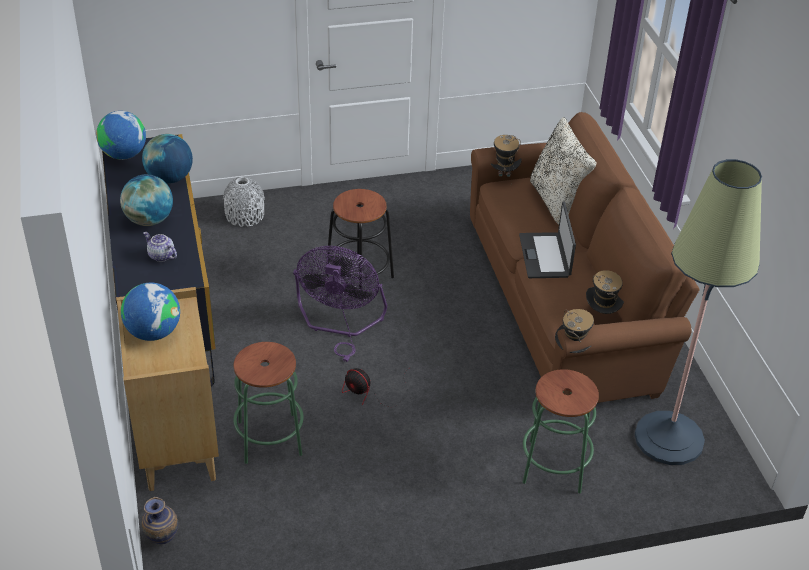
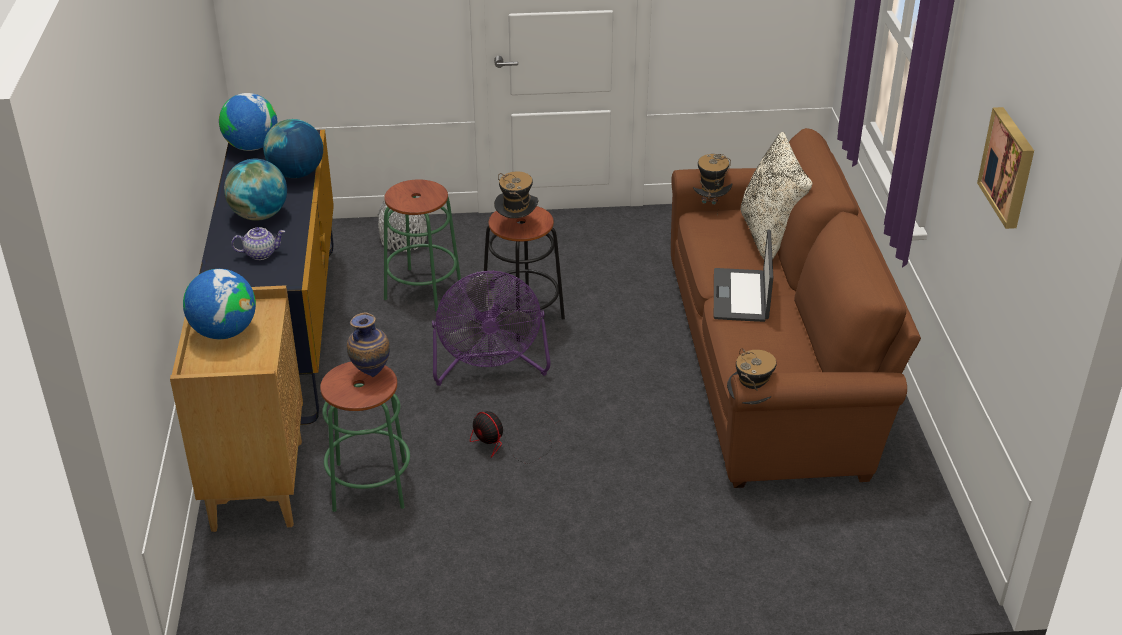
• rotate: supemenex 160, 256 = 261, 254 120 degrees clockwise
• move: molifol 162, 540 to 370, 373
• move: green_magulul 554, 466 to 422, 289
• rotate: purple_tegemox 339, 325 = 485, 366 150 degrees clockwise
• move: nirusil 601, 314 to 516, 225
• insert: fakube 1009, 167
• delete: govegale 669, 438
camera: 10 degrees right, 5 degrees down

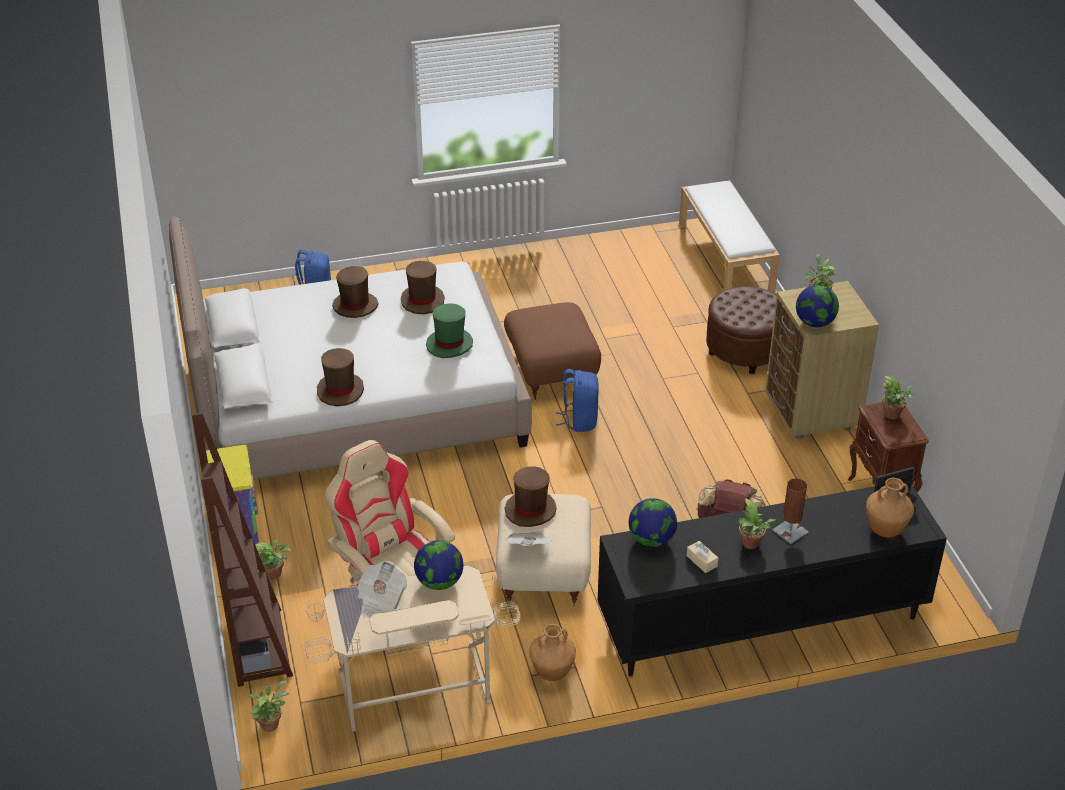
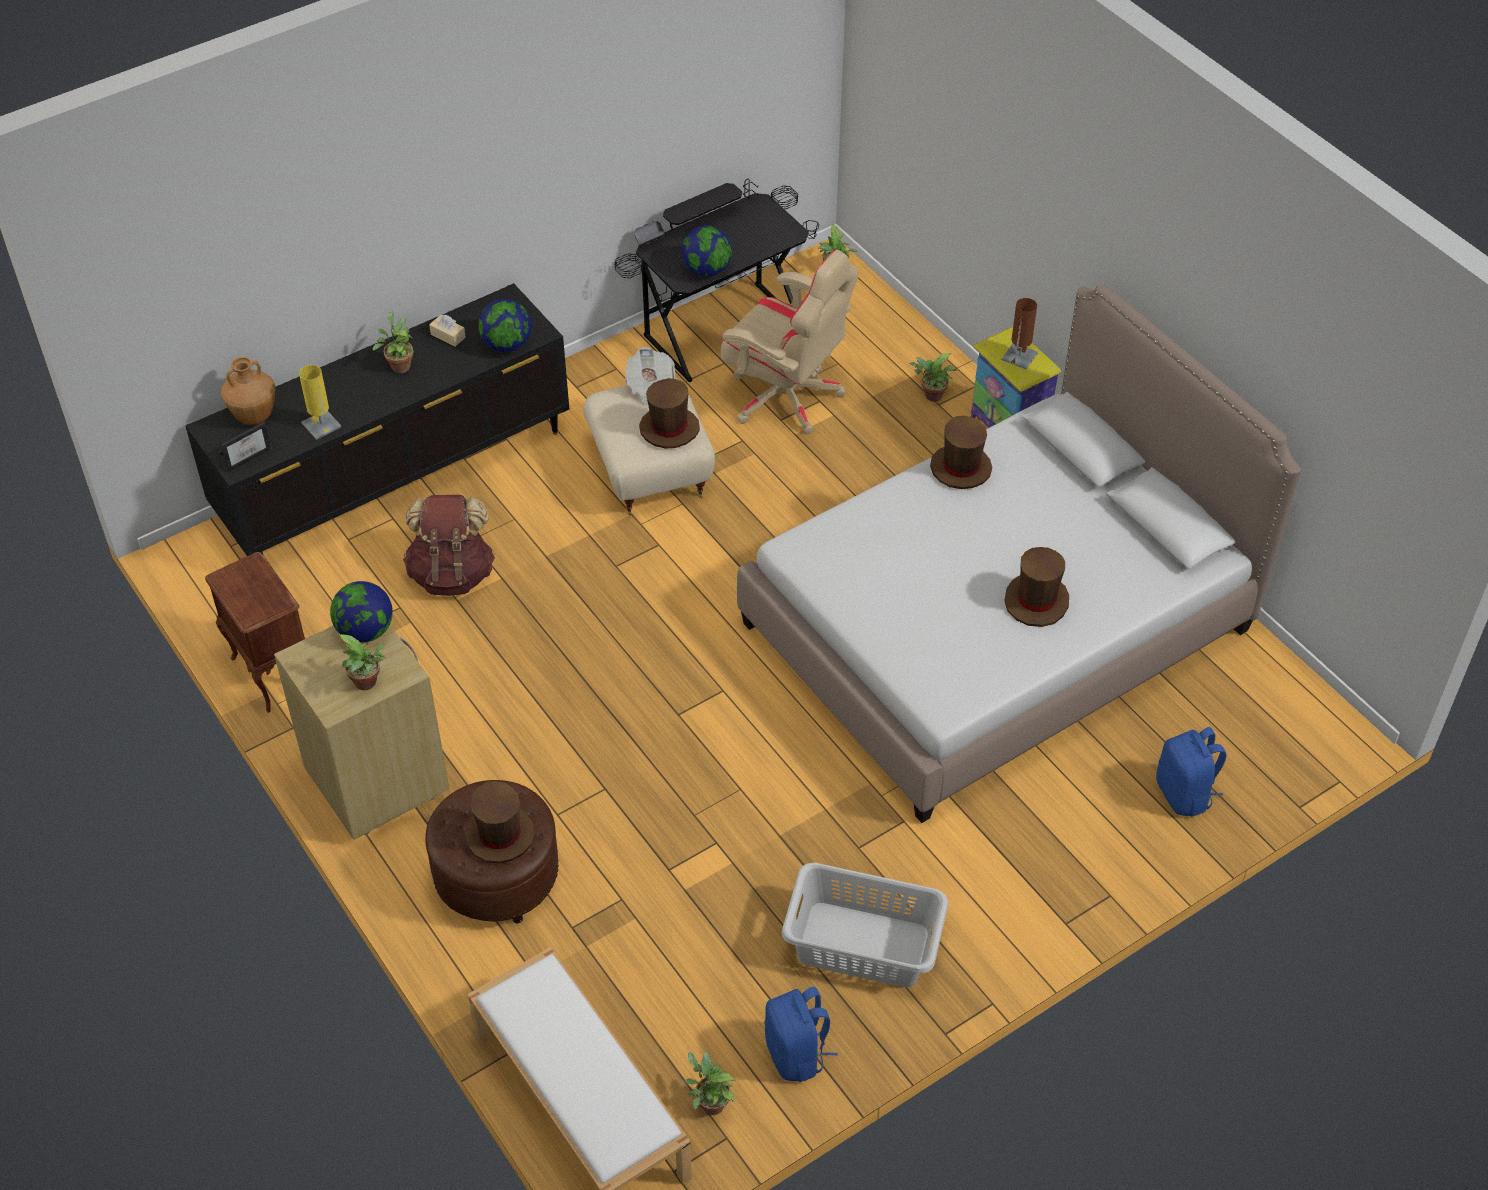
• insert: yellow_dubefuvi 321, 425
• move: brown_nirusil 422, 300 to 499, 835
• recolor: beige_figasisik 414, 690 to black_figasisik 721, 328
• move: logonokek 893, 415 to 710, 1103
• move: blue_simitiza 579, 420 to 797, 1054
• insert: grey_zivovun 863, 946
• move: brown_dubefuvi 790, 531 to 1019, 356
• delete: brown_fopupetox 259, 647
• delete: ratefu 380, 600
• delete: green_nirusil 449, 344
• delete: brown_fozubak 550, 372
• delete: brown_molifol 551, 673
camera: 160 degrees right, 10 degrees up

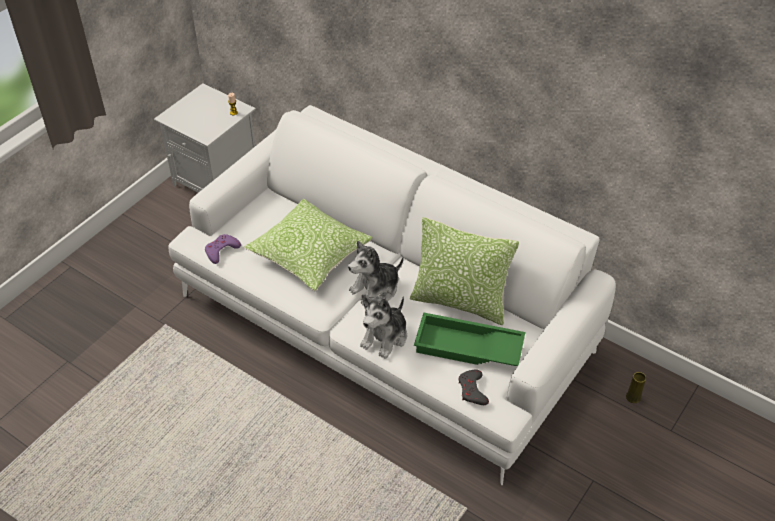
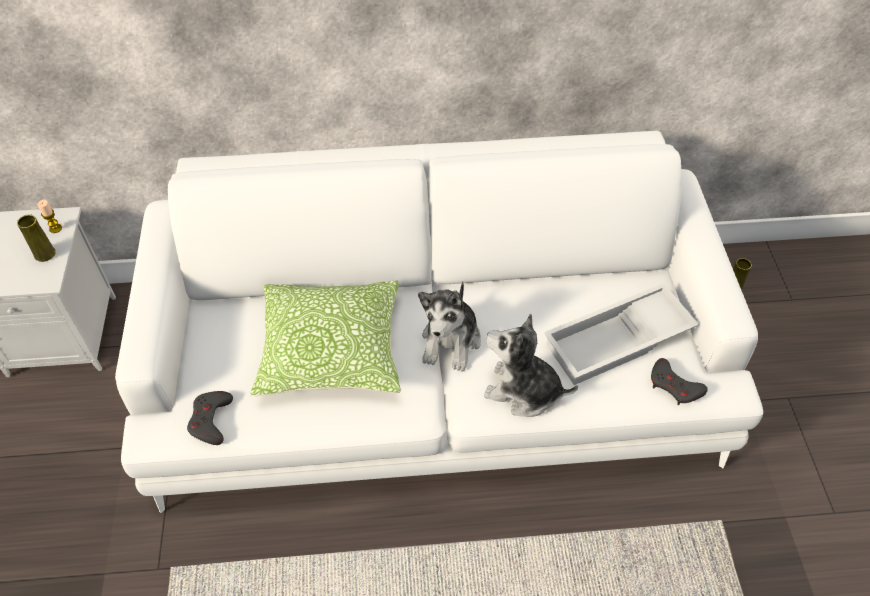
• insert: yellow_molifol 45, 254
• recolor: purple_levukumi 221, 250 to grey_levukumi 211, 420
• rotate: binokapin 385, 337 = 523, 391 120 degrees clockwise
• recolor: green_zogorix 467, 348 to white_zogorix 618, 342
• delete: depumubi 460, 302
camera: 40 degrees left, 5 degrees up

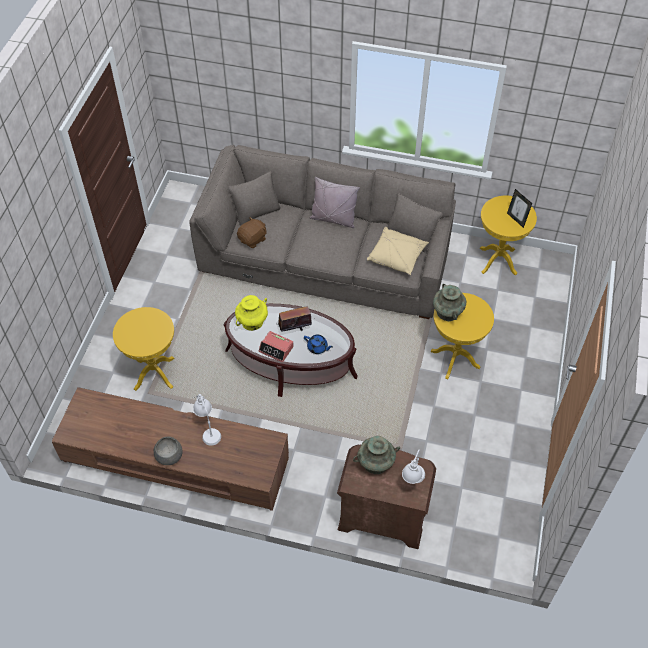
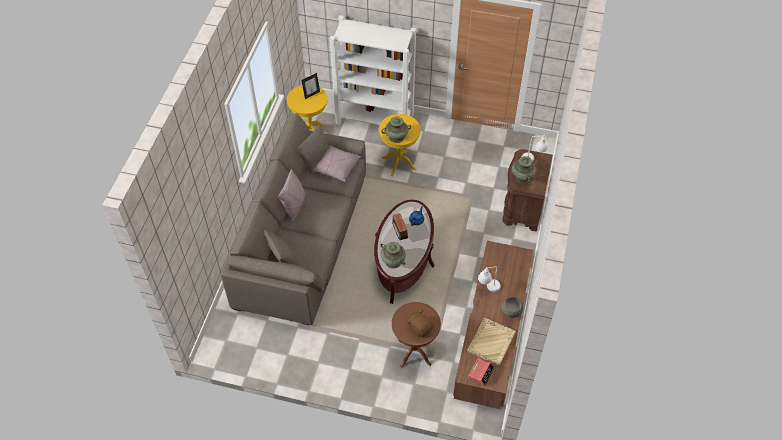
• recolor: beige_depumubi 397, 256 to purple_depumubi 337, 167
• insert: white_fopupetox 375, 118
• recolor: yellow_molifol 252, 321 to turquoise_molifol 392, 261
• recolor: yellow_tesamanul 154, 373 to brown_tesamanul 414, 352
• move: brown_binokapin 253, 239 to 420, 328
• insert: beige_zogorix 491, 341
• move: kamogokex 276, 349 to 481, 373
camera: 90 degrees left, 0 degrees up

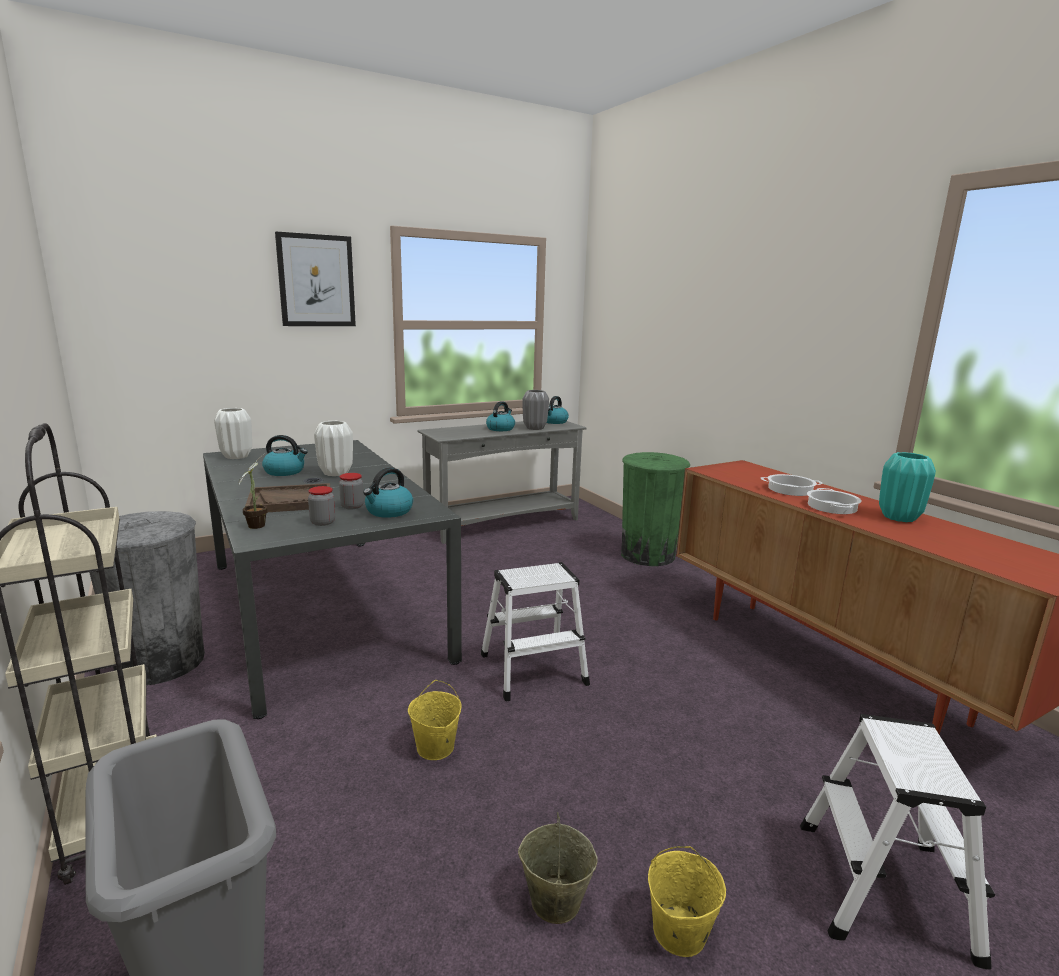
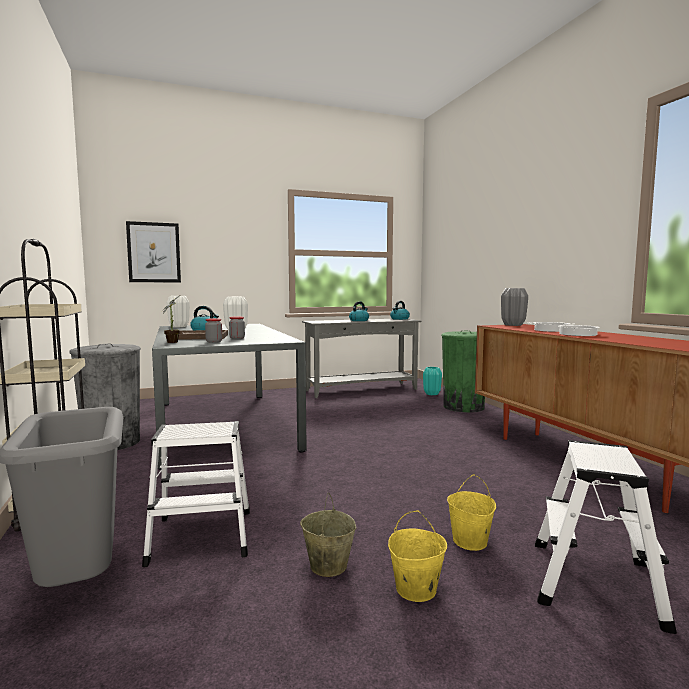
• move: fakube 316, 281 to 154, 252
• move: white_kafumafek 533, 668 to 202, 535
• move: turquoise_molifol 898, 517 to 431, 394
• move: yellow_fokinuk 435, 748 to 470, 541
• move: grey_molifol 535, 428 to 513, 325
• delete: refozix 388, 511
camera: 10 degrees right, 10 degrees down

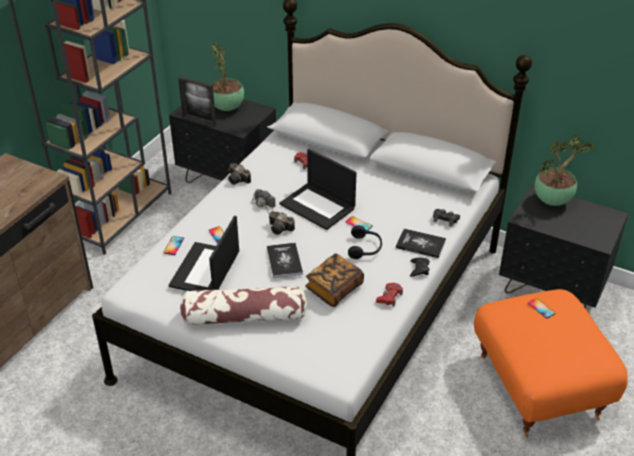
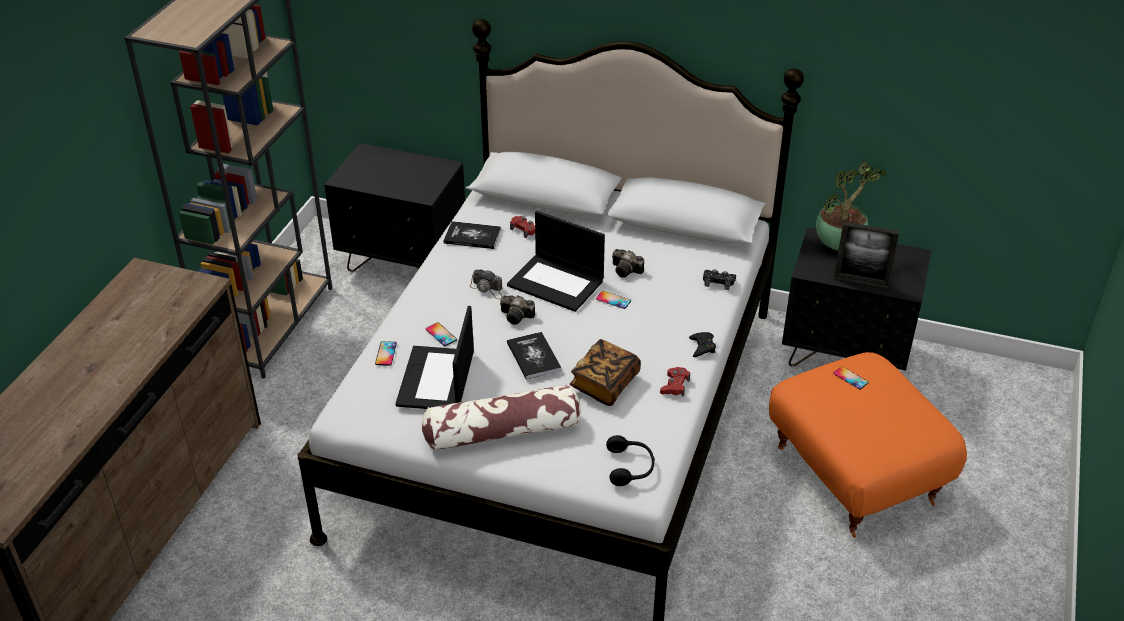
• move: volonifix 420, 244 to 472, 236
• move: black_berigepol 365, 248 to 630, 467
• move: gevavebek 239, 180 to 627, 271
• move: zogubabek 199, 121 to 860, 282
• delete: logonokek 227, 108
camera: 10 degrees left, 0 degrees up

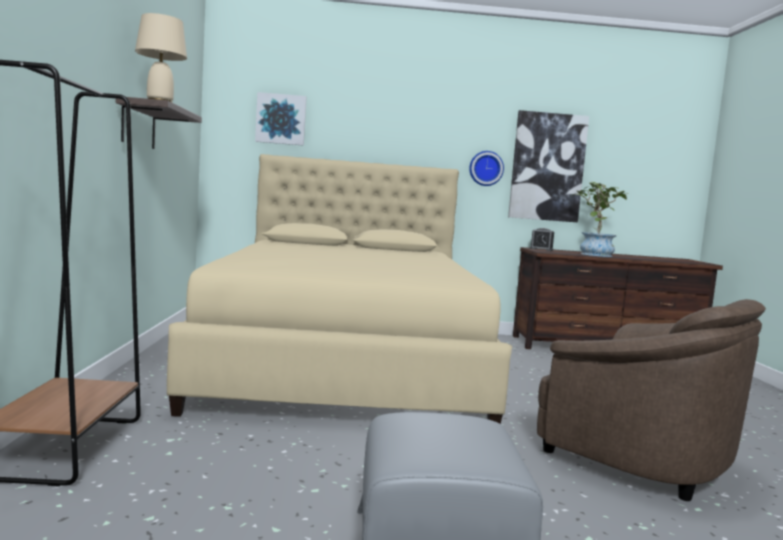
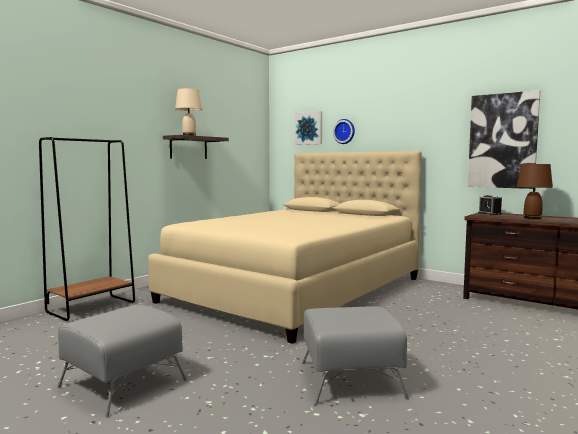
• replace: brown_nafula 636, 460 to grey_fozubak 349, 379
• move: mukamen 486, 168 to 344, 131
• replace: logonokek 594, 254 to brown_dubefuvi 532, 218
camera: 40 degrees right, 0 degrees up

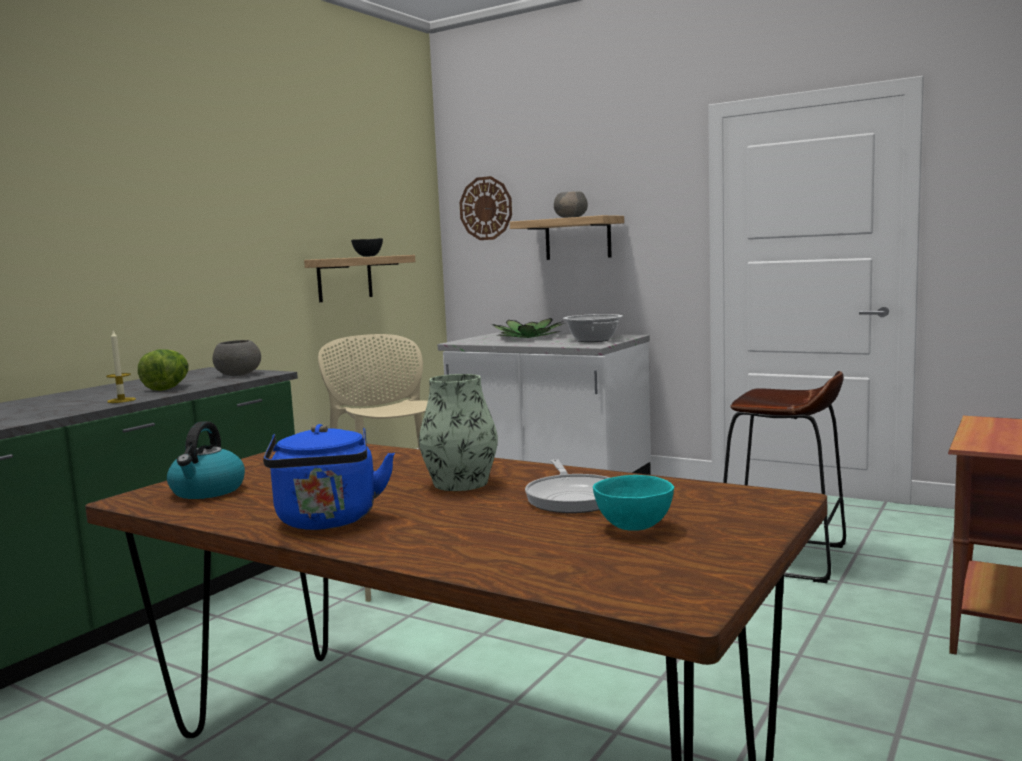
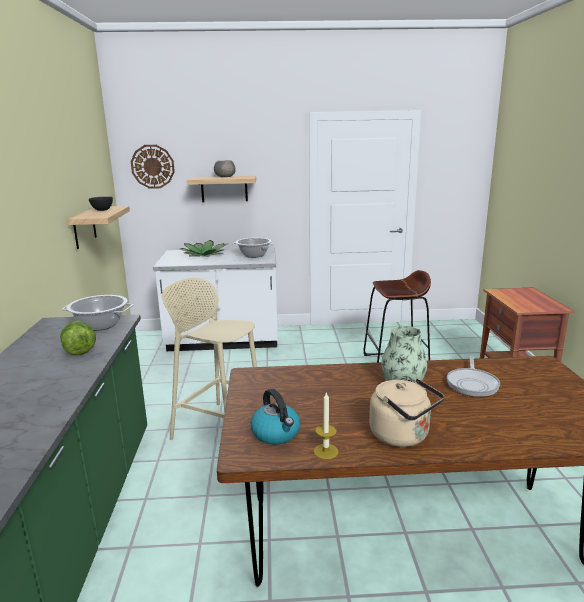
• replace: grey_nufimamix 237, 375 to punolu 100, 325
• move: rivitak 121, 400 to 325, 451
• recolor: blue_refozix 327, 521 to beige_refozix 402, 436
• rotate: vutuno 573, 498 = 472, 384 60 degrees clockwise
• delete: turquoise_nufimamix 635, 527
camera: 35 degrees left, 10 degrees up

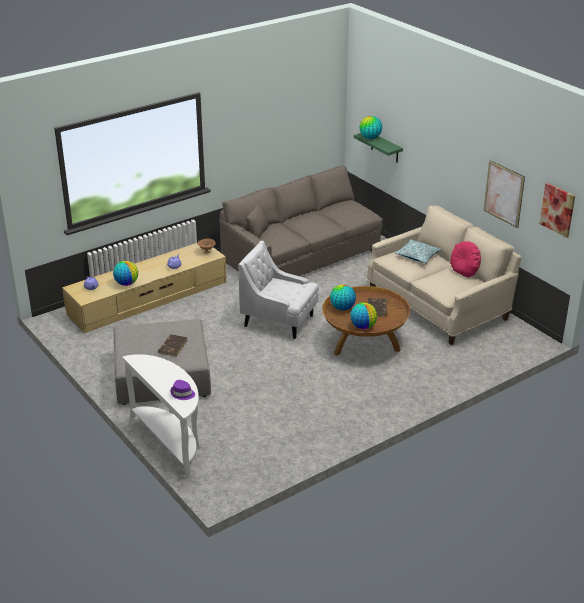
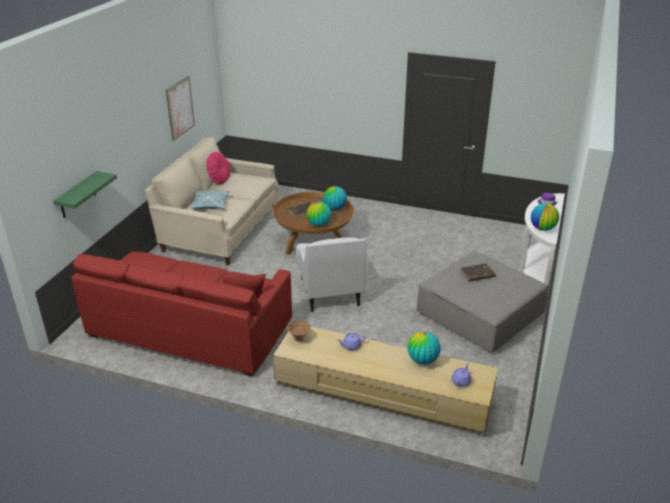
• recolor: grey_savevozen 302, 255 to red_savevozen 190, 328
• move: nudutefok 370, 138 to 542, 228
• delete: fakube 557, 209
camera: 125 degrees left, 0 degrees up

